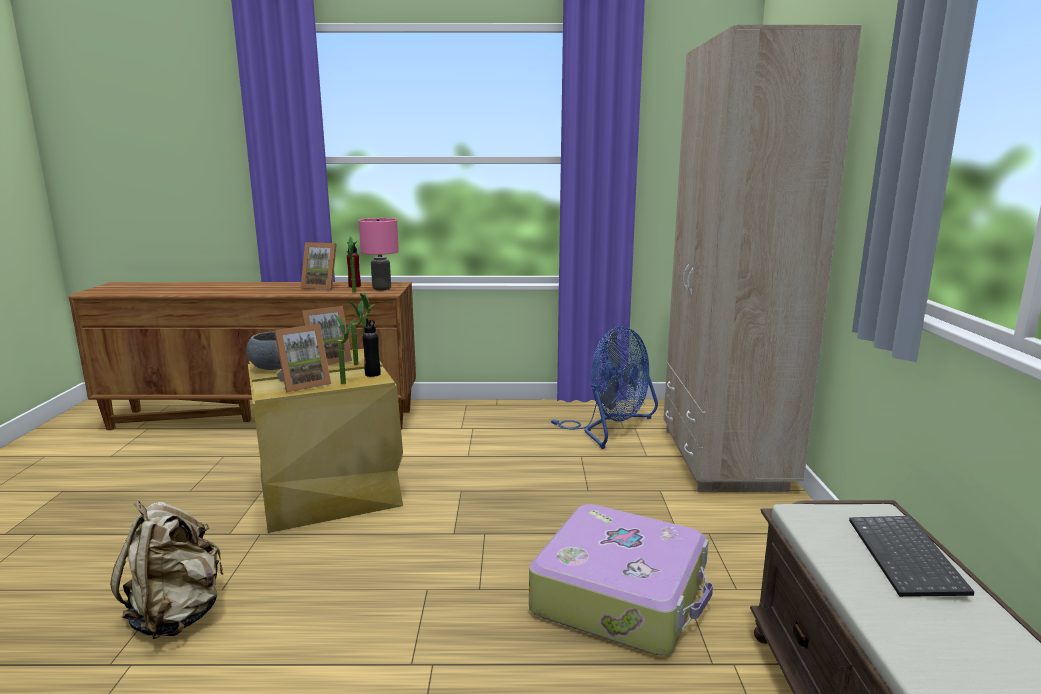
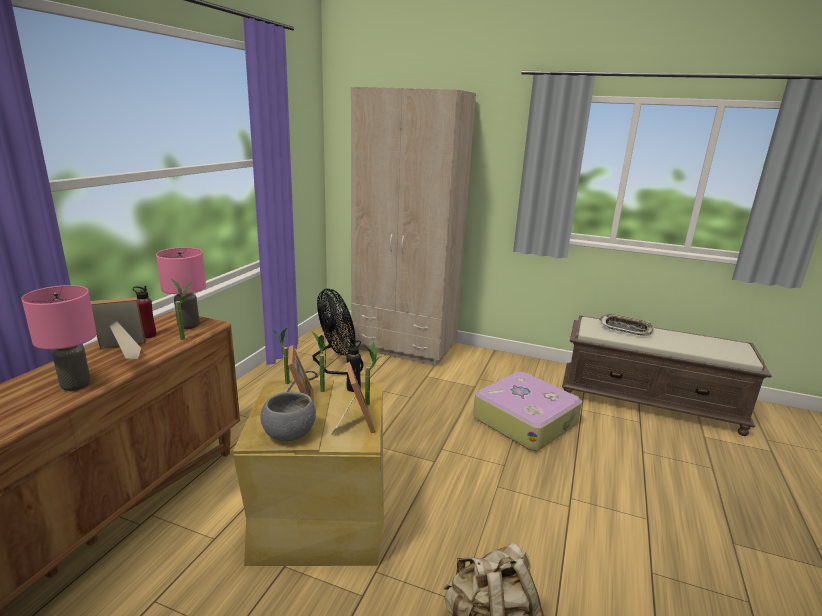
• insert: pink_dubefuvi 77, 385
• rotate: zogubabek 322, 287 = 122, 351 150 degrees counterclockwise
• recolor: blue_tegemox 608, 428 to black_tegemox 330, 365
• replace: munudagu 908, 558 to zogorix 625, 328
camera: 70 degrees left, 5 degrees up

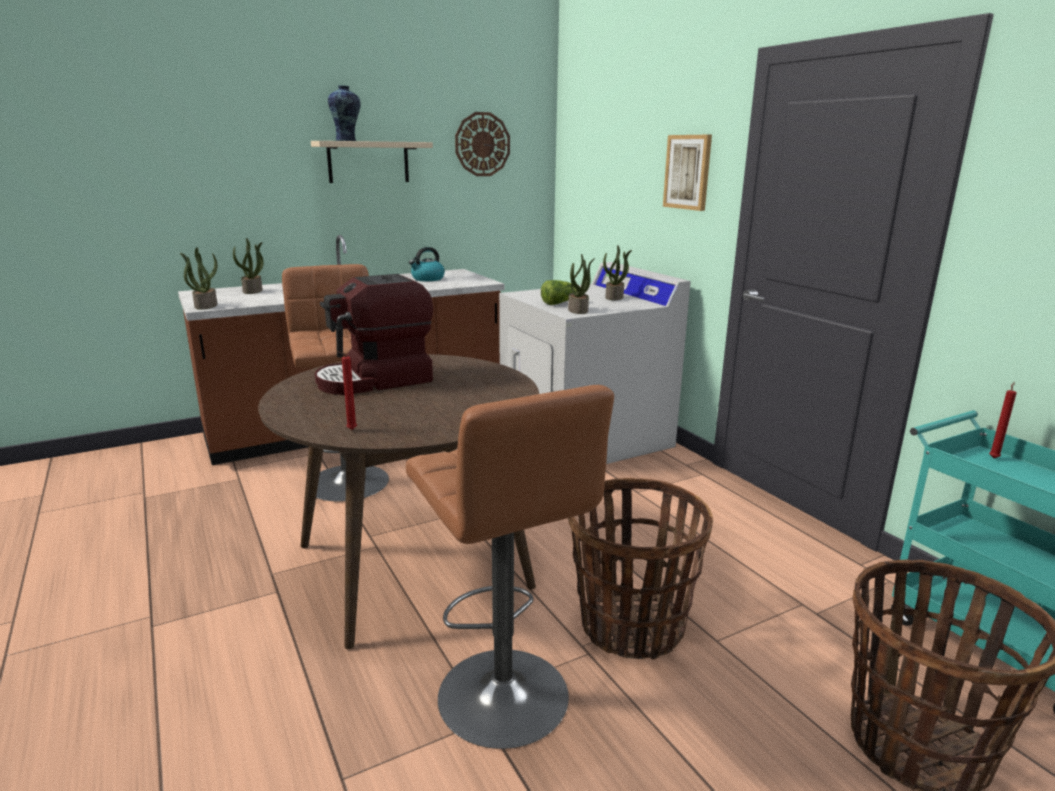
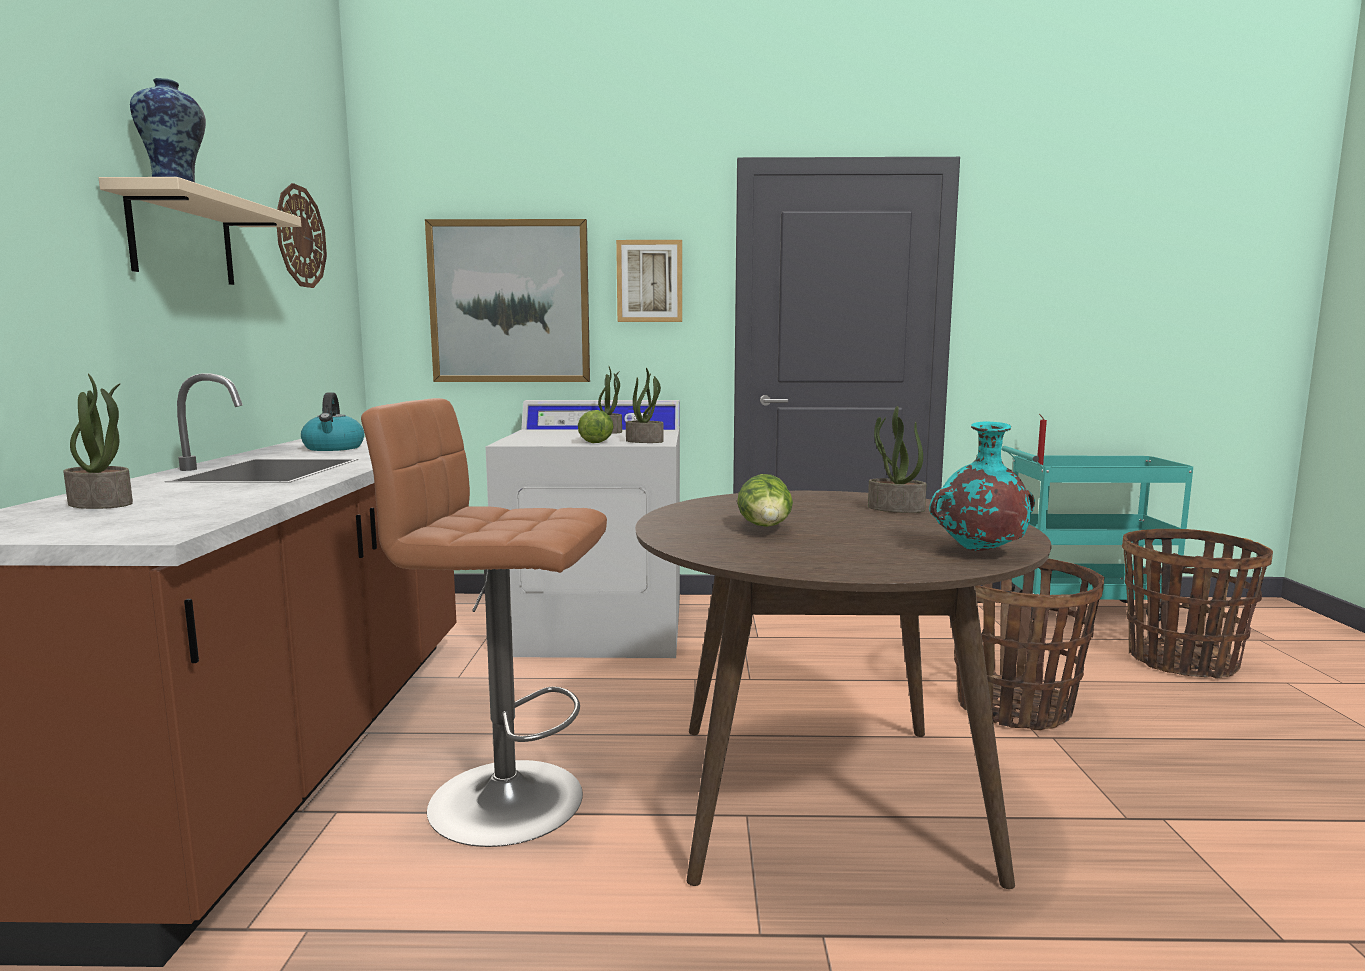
• insert: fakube 510, 302
• replace: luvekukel 376, 380 to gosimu 766, 528
• move: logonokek 205, 306 to 895, 509
• replace: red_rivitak 350, 430 to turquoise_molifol 978, 552
• delete: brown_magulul 502, 697
camera: 60 degrees left, 10 degrees down

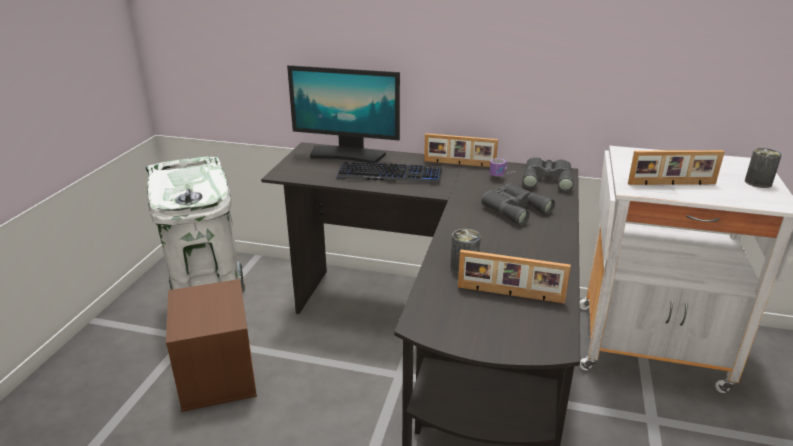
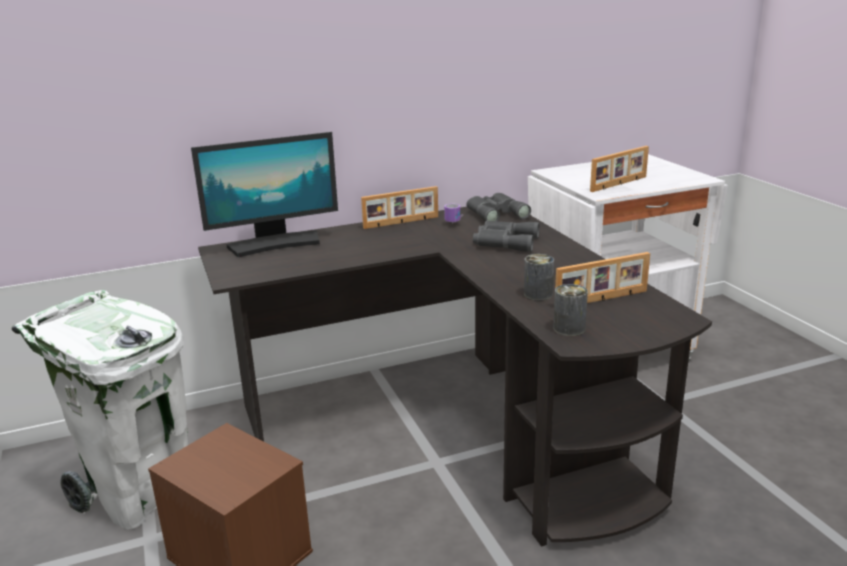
• move: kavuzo 758, 182 to 569, 328
• delete: munudagu 390, 175
camera: 35 degrees left, 5 degrees down

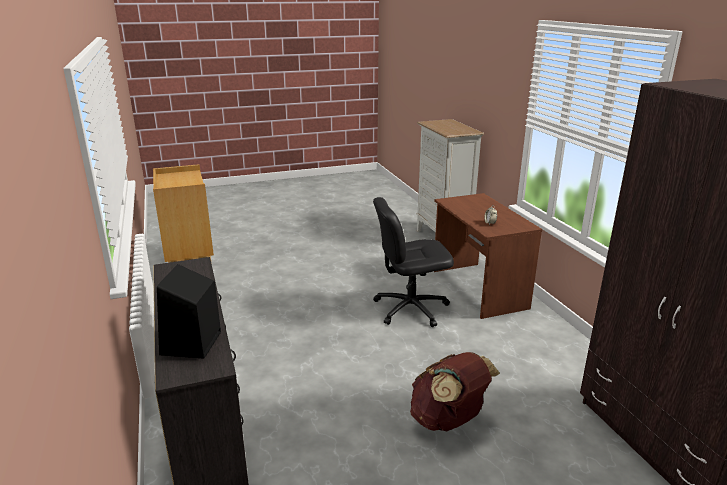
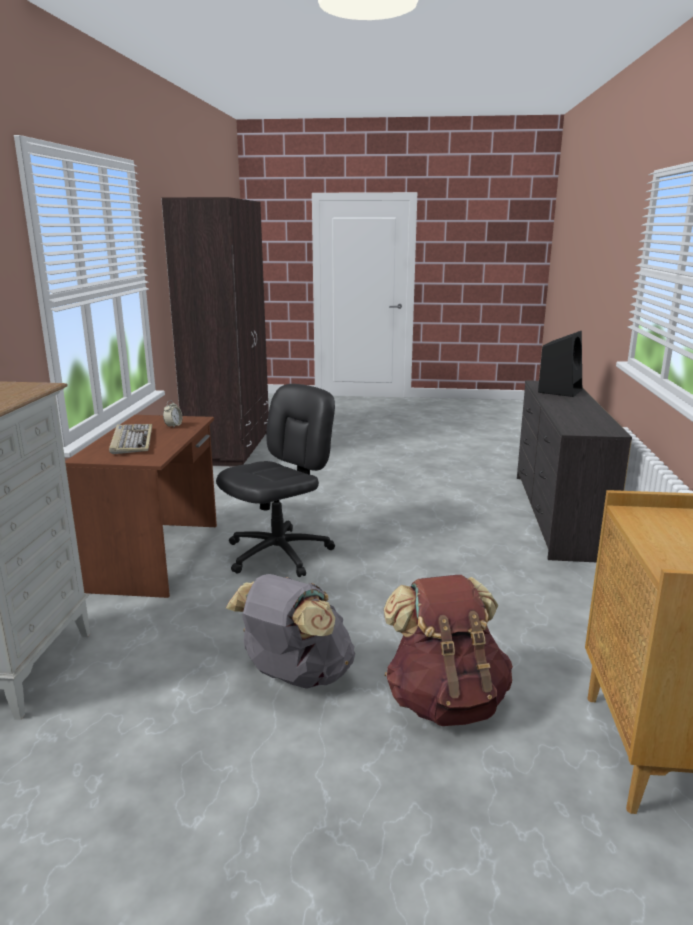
• insert: munudagu 131, 441
• rotate: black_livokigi 410, 308 = 279, 553 60 degrees counterclockwise
• insert: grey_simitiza 295, 676
• move: brown_simitiza 448, 420 to 445, 700
camera: 155 degrees left, 5 degrees down

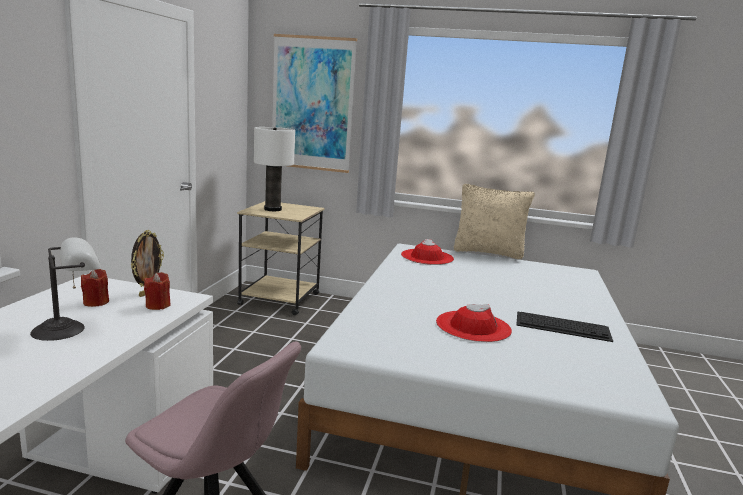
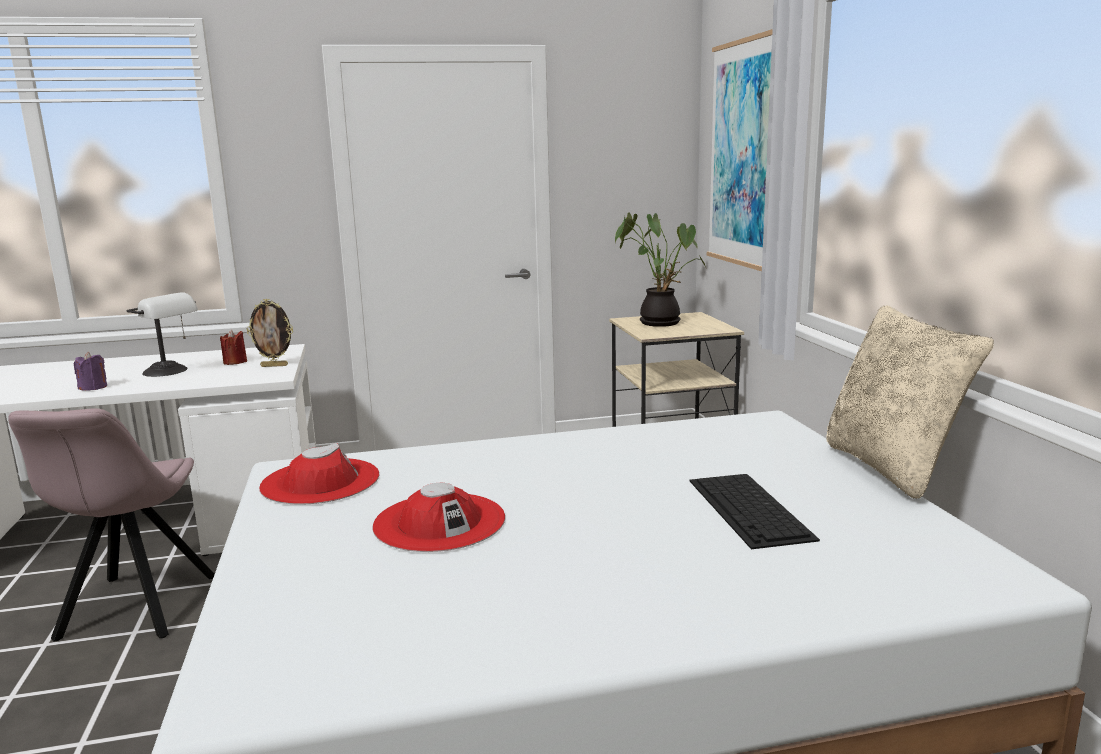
• insert: purple_rivitak 93, 387
• move: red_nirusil 427, 257 to 320, 481
• replace: white_dubefuvi 272, 209 to logonokek 660, 322
• move: munudagu 563, 326 to 750, 509
• delete: red_rivitak 158, 305
camera: 65 degrees right, 0 degrees up

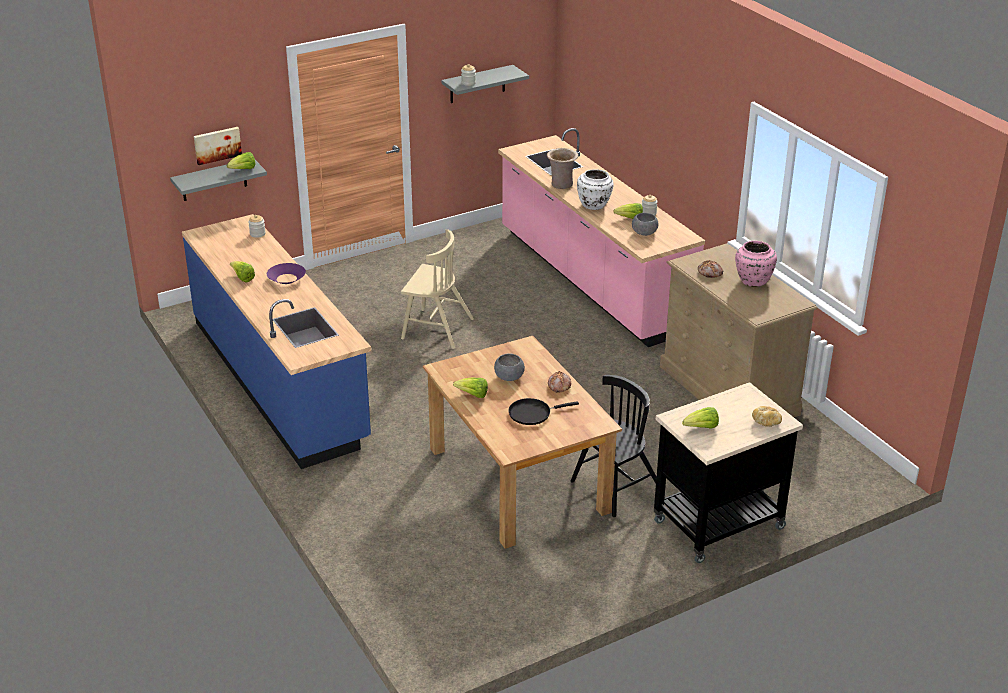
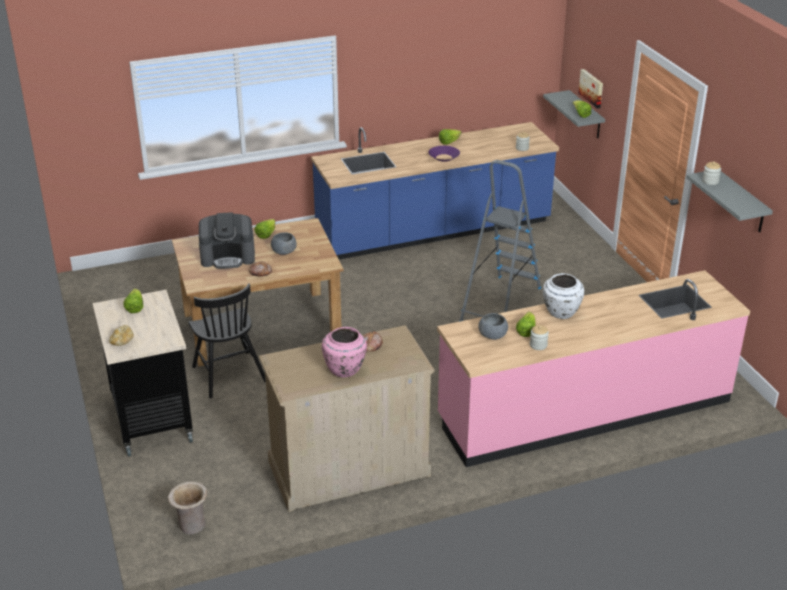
• move: beige_molifol 561, 185 to 191, 525
• replace: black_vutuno 532, 413 to luvekukel 228, 257
• replace: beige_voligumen 433, 328 to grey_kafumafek 501, 305
camera: 100 degrees right, 0 degrees up

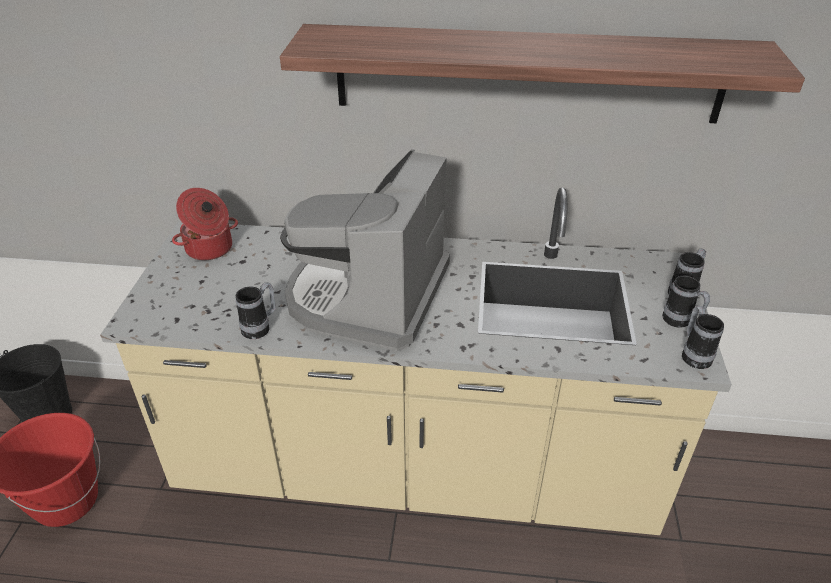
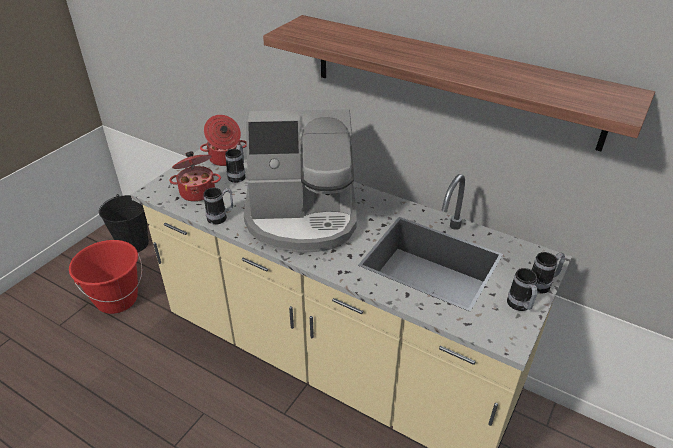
• insert: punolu 198, 191
• move: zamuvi 694, 355 to 238, 176
• rotate: luvekukel 369, 296 = 302, 217 135 degrees counterclockwise
camera: 25 degrees right, 0 degrees up

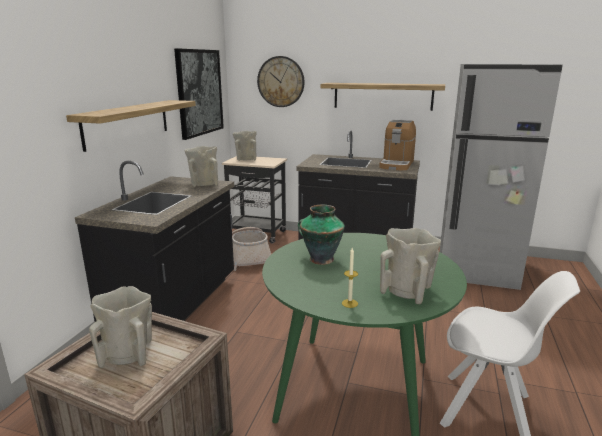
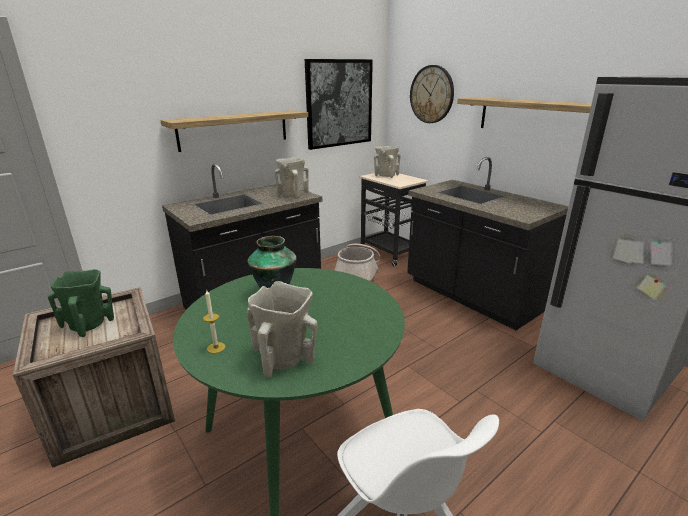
• recolor: beige_molifol 129, 354 to green_molifol 89, 324
• delete: luvekukel 397, 164
camera: 35 degrees right, 5 degrees up

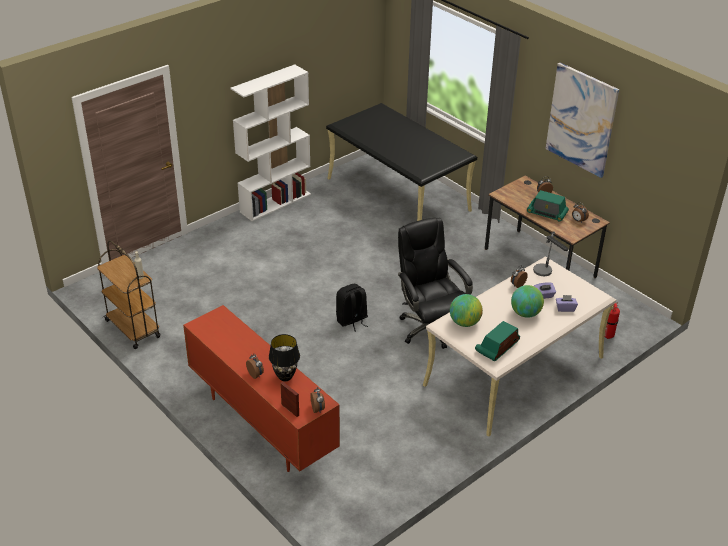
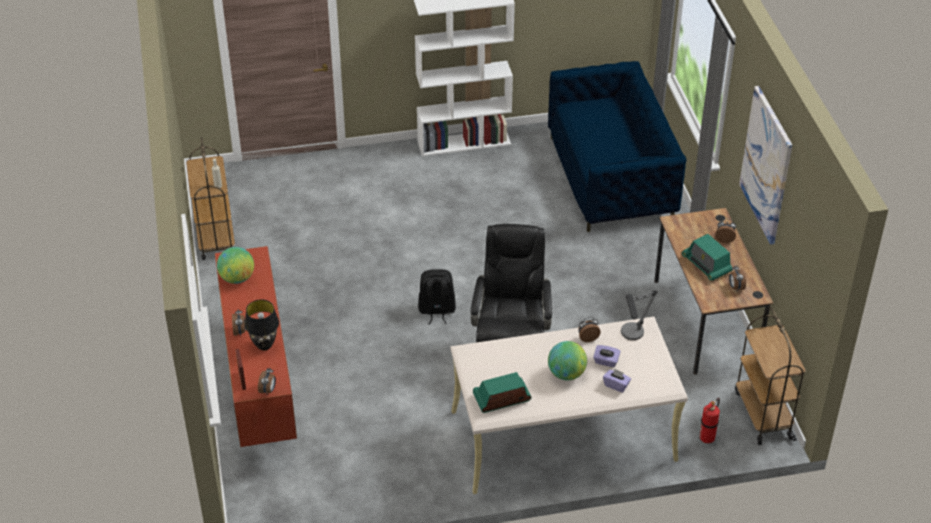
• move: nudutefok 464, 322 to 237, 278
• replace: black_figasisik 398, 194 to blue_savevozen 610, 178
• insert: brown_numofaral 763, 414
camera: 30 degrees right, 5 degrees up

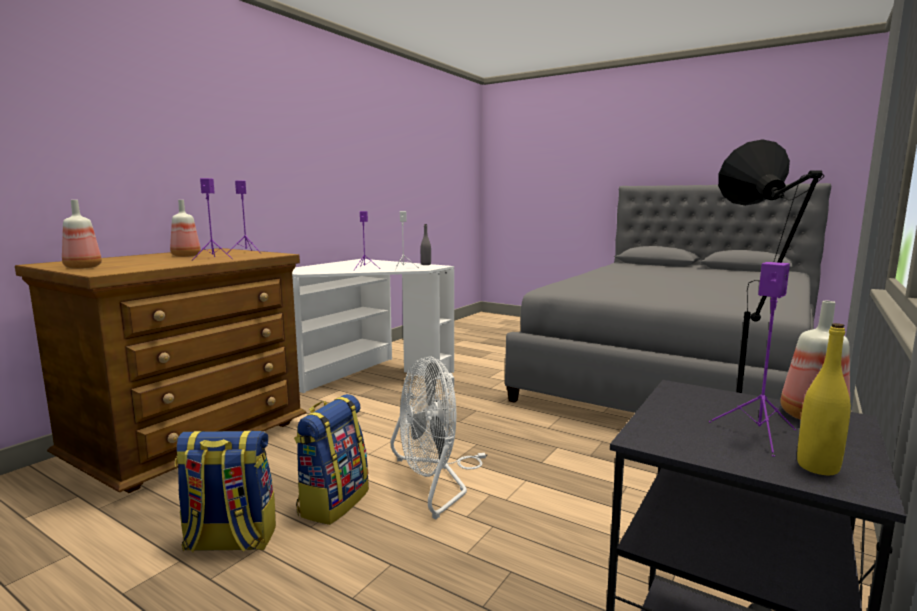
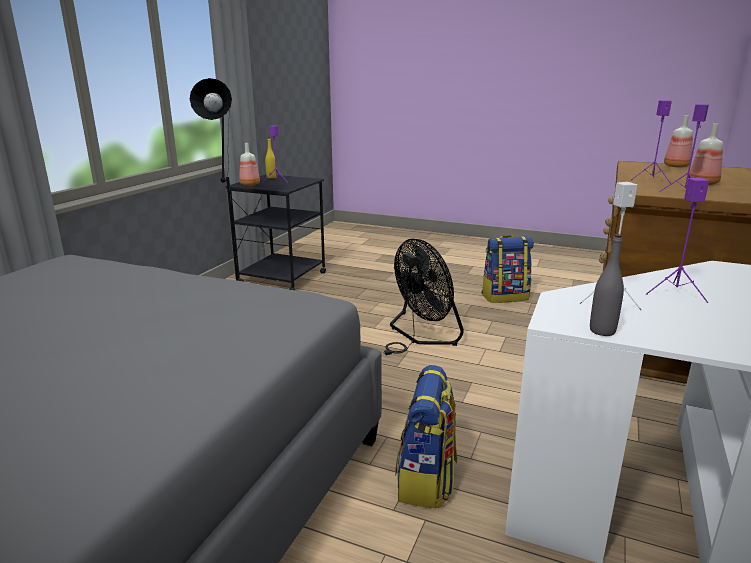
• recolor: white_tegemox 437, 479 to black_tegemox 415, 334
• move: simitiza 333, 502 to 426, 481
camera: 170 degrees right, 10 degrees up

